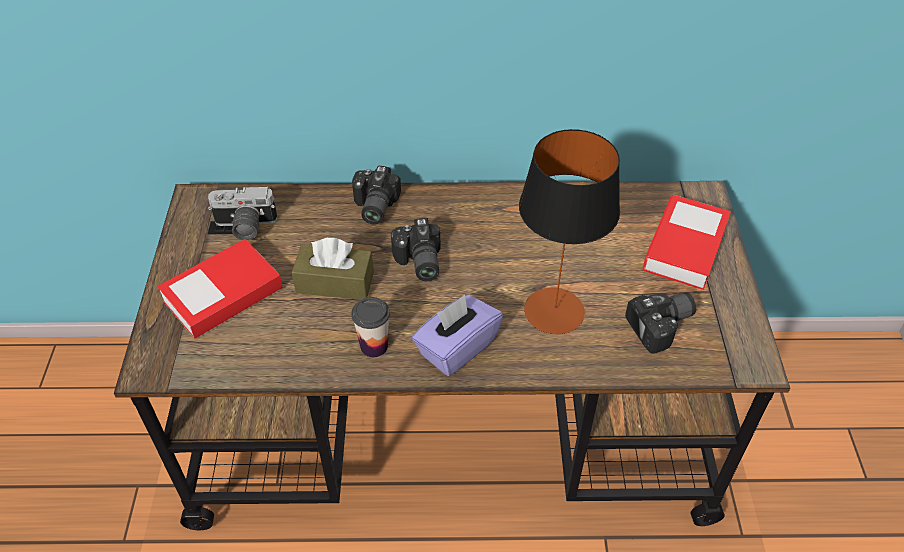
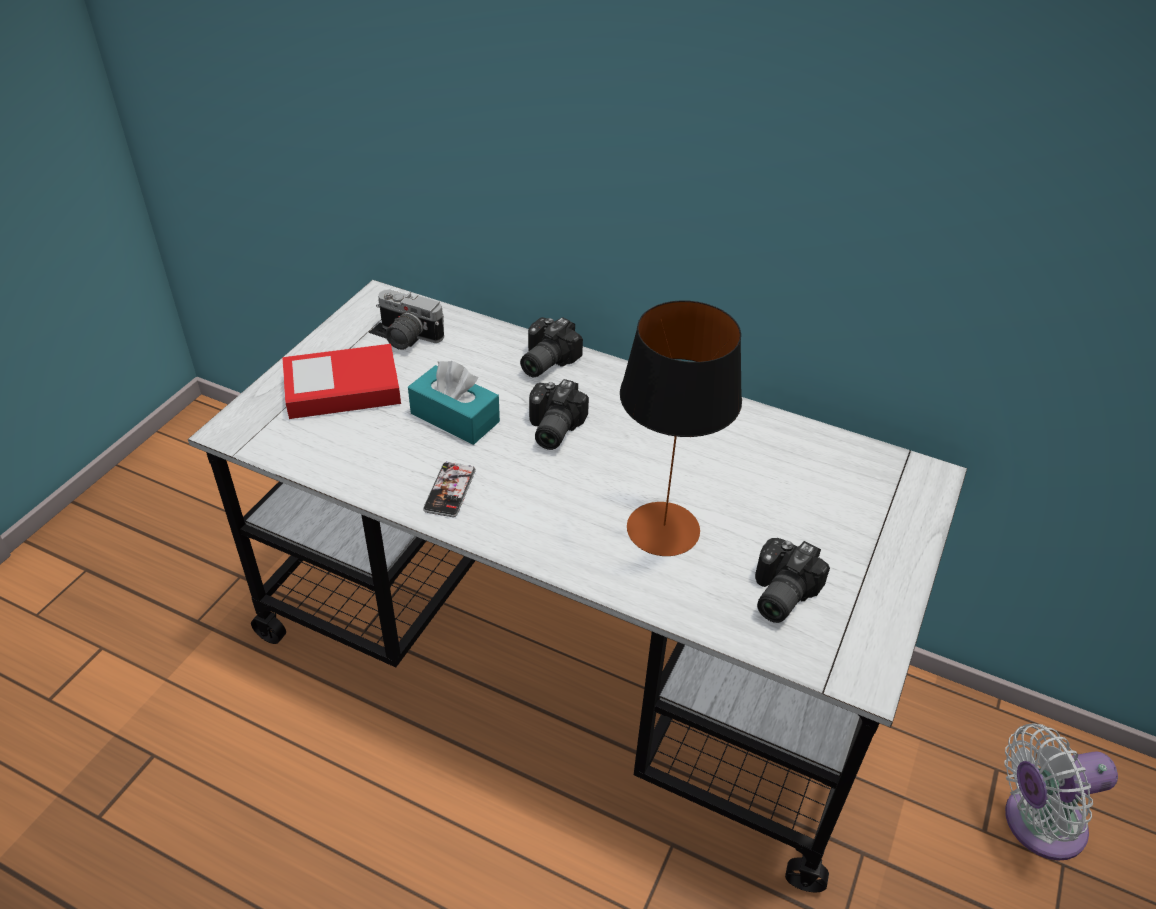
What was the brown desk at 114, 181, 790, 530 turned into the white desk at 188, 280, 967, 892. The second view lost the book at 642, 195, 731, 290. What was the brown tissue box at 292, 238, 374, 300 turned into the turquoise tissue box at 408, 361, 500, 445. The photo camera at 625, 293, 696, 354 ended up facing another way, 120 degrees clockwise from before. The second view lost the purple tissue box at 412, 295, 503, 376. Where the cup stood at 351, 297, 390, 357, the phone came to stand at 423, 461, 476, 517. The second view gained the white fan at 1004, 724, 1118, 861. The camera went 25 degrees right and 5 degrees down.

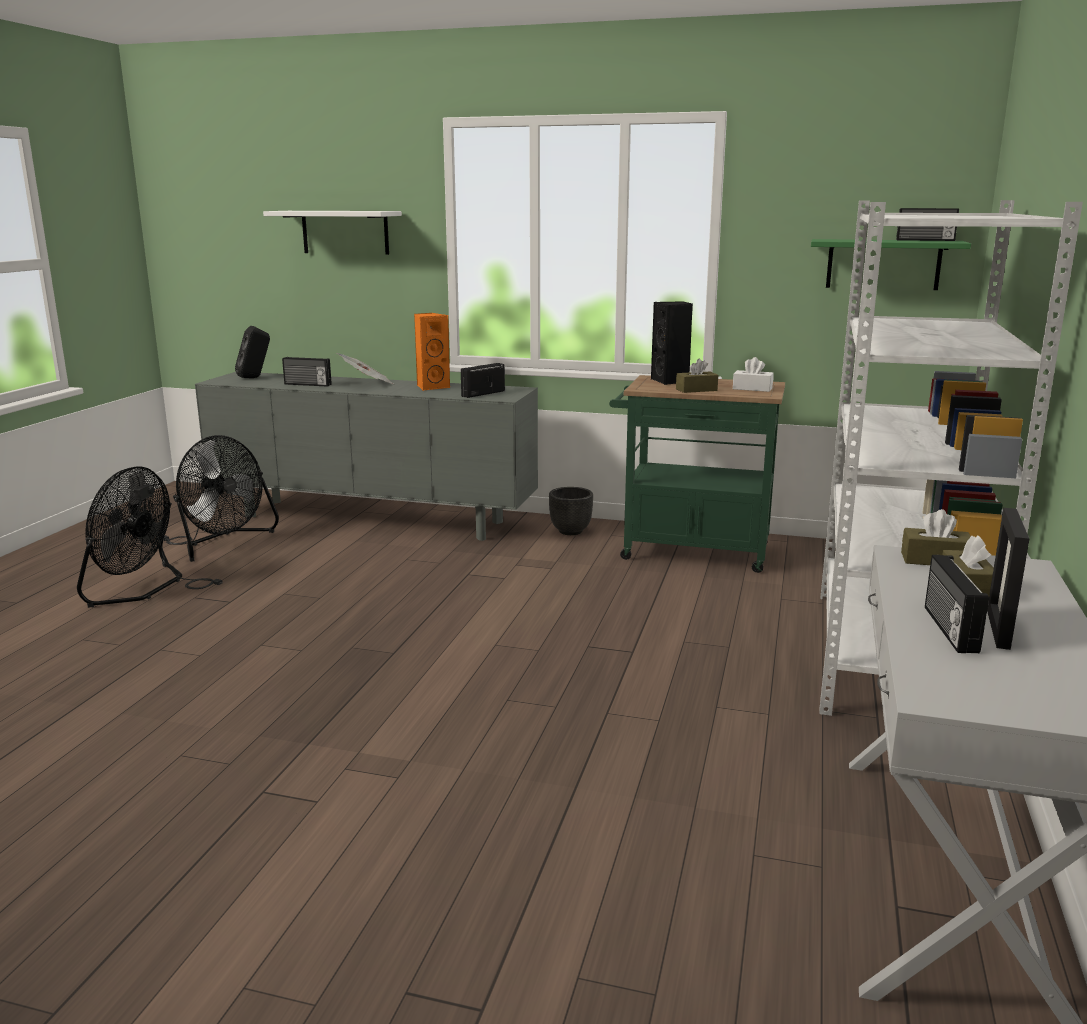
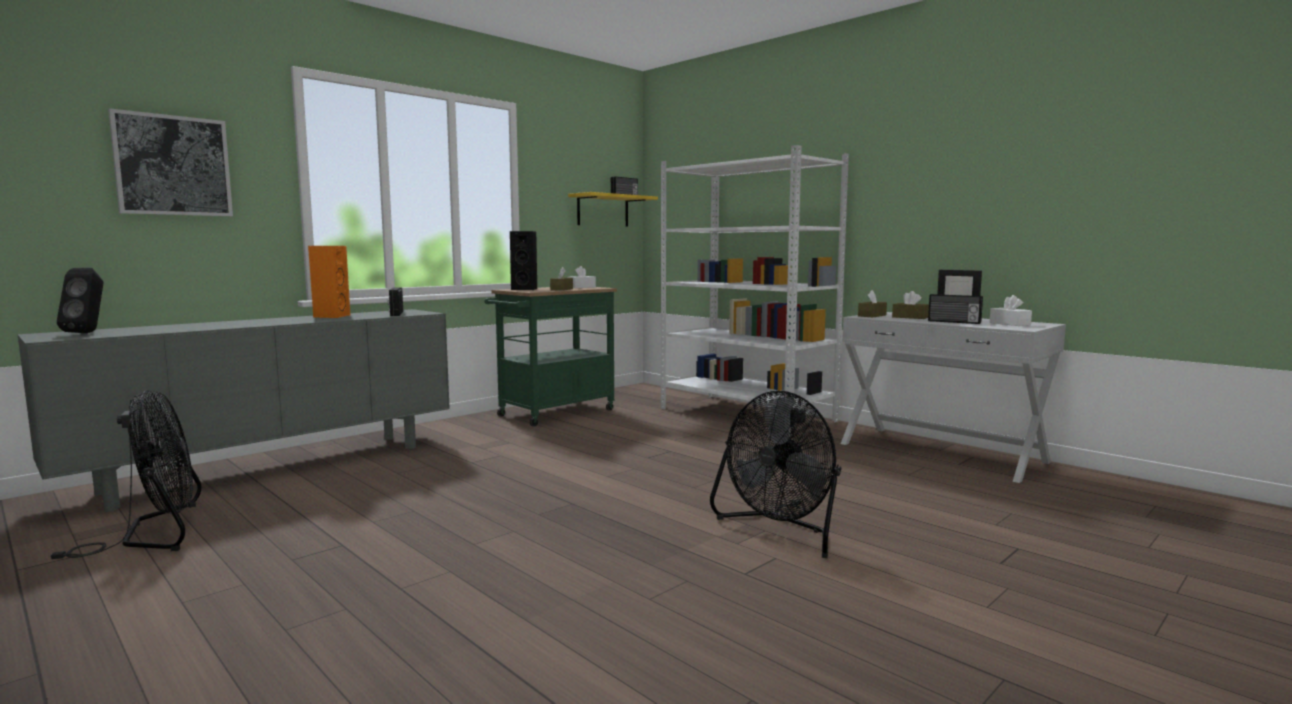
Where the white shelf hung at 263, 211, 402, 255, the picture came to hang at 108, 108, 233, 216. What was the green shelf at 811, 239, 971, 290 turned into the yellow shelf at 568, 192, 658, 227. The second view lost the newspaper at 337, 353, 393, 384. The second view lost the radio at 282, 357, 332, 387. The black fan ended up elsewhere, having gone from 77, 466, 223, 608 to 710, 391, 842, 558. The second view lost the black planter at 549, 487, 593, 535. The second view gained the white tissue box at 990, 295, 1032, 326. The camera went 60 degrees left and 10 degrees down.

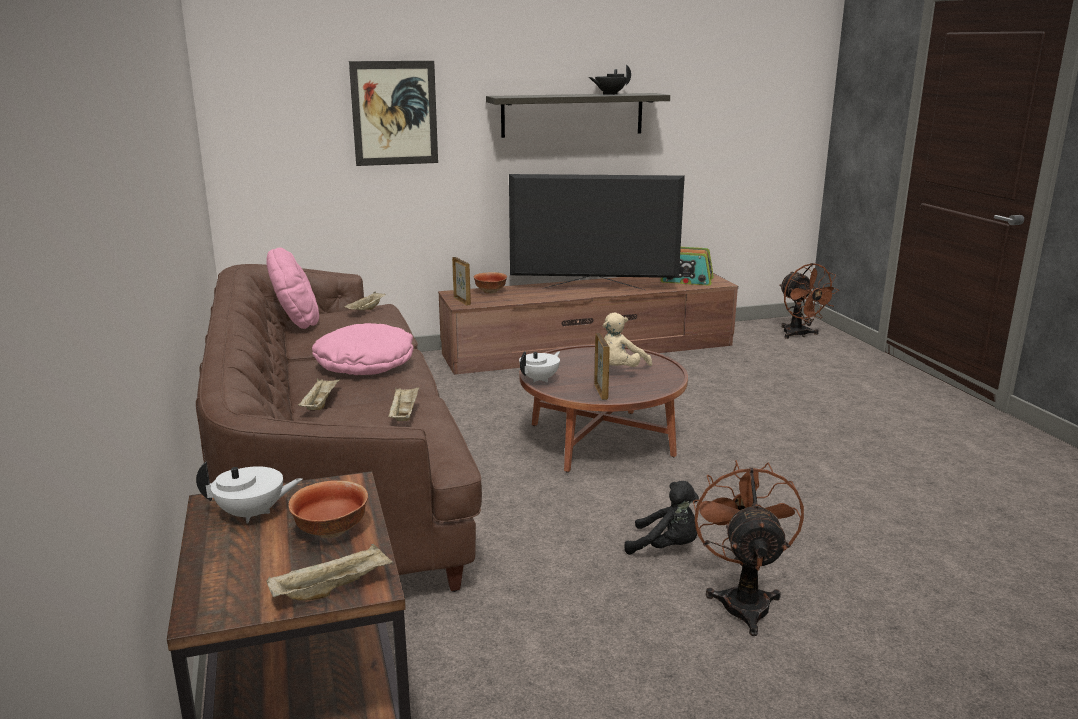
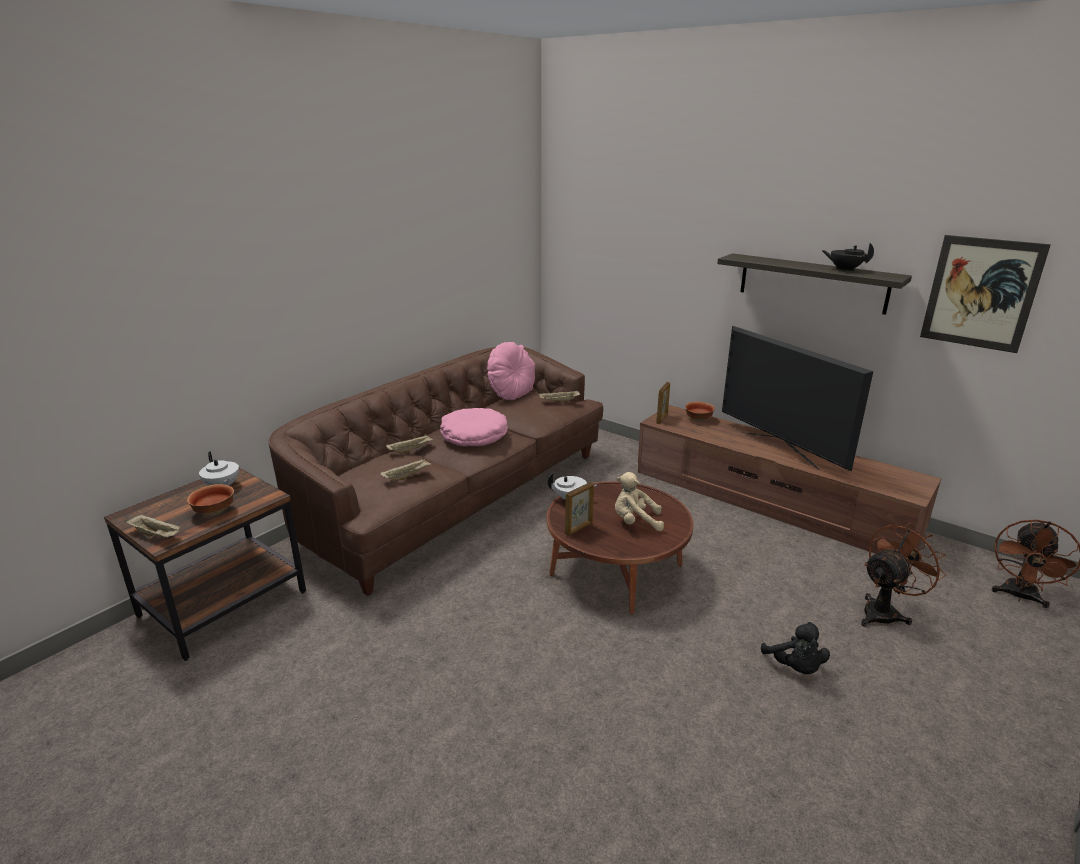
The picture ended up elsewhere, having gone from 349, 61, 438, 166 to 920, 235, 1051, 353. The second view lost the radio at 661, 247, 714, 286. The brown fan ended up elsewhere, having gone from 693, 460, 804, 636 to 861, 523, 946, 627. The black plush toy ended up elsewhere, having gone from 625, 481, 699, 555 to 761, 622, 830, 674. The camera went 55 degrees right and 5 degrees up.

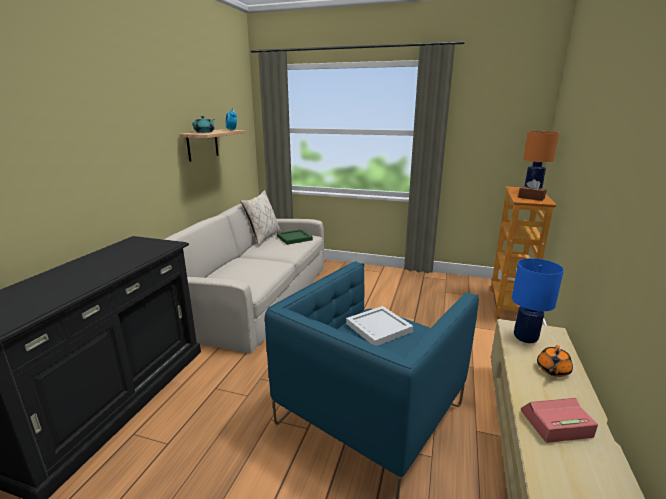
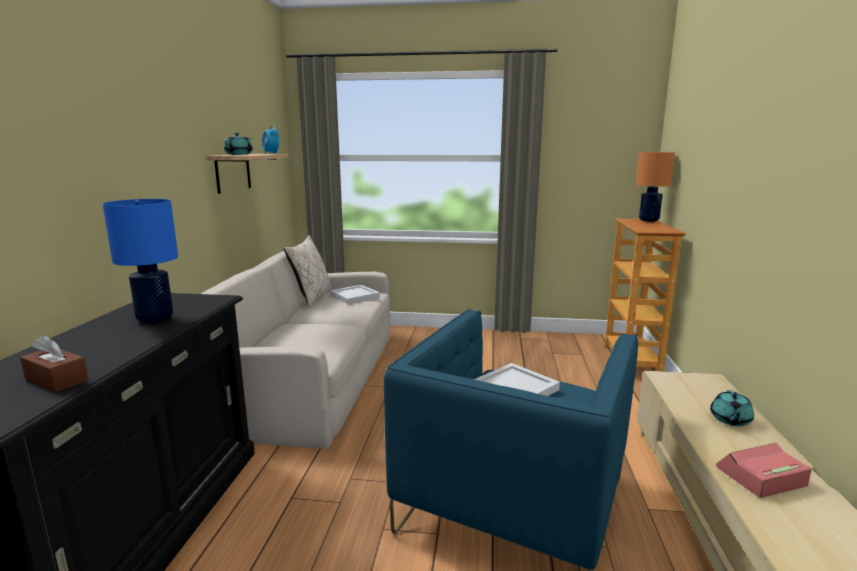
The brown tissue box ended up elsewhere, having gone from 518, 179, 547, 201 to 20, 334, 88, 392. What was the green tray at 277, 229, 313, 245 turned into the white tray at 330, 285, 380, 304. The blue table lamp ended up elsewhere, having gone from 512, 258, 564, 343 to 102, 199, 178, 323. What was the orange teapot at 537, 345, 573, 377 turned into the turquoise teapot at 710, 390, 754, 426. The camera went 10 degrees left and 5 degrees down.

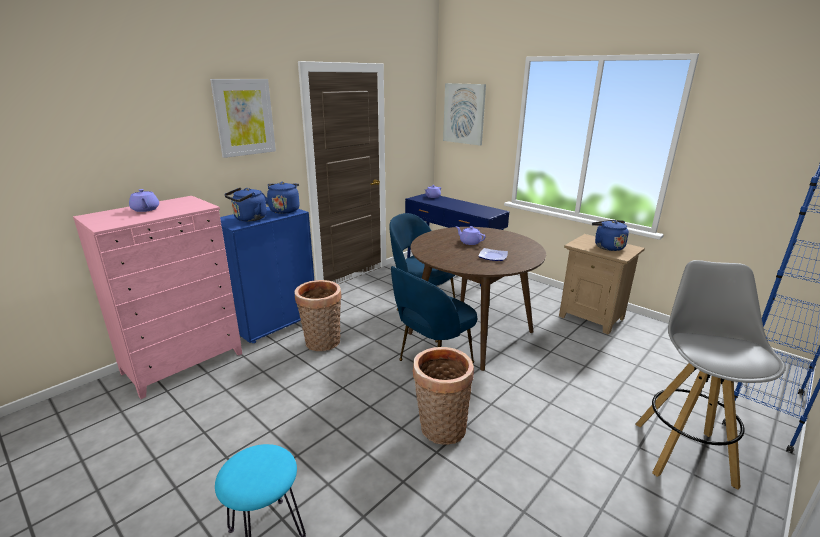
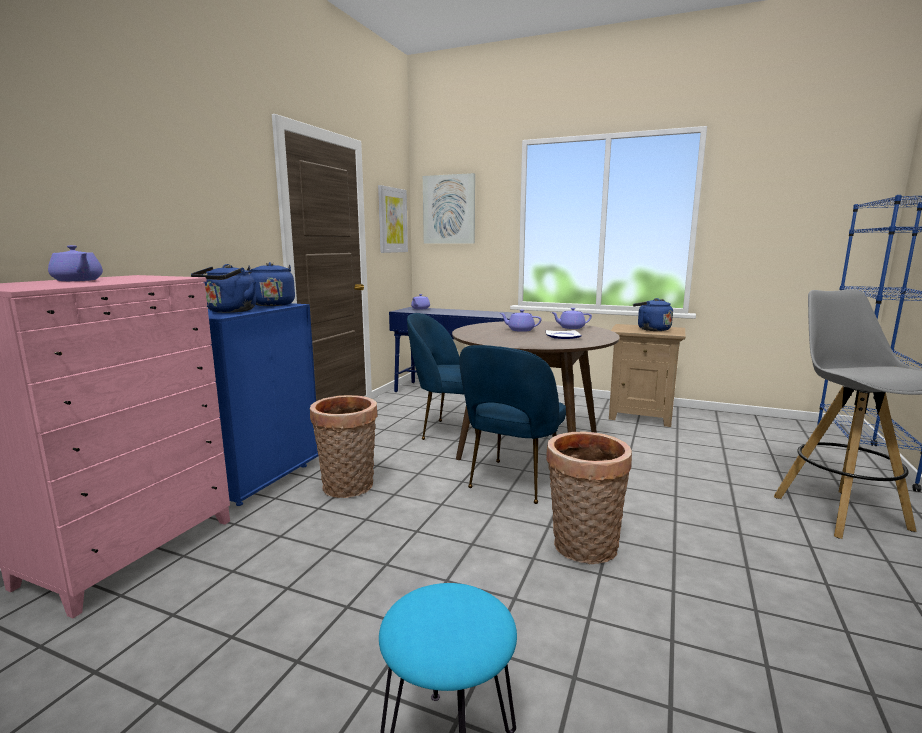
The picture ended up elsewhere, having gone from 210, 79, 276, 158 to 378, 185, 408, 253. The second view gained the purple teapot at 551, 308, 592, 329. The camera went 20 degrees left and 10 degrees down.

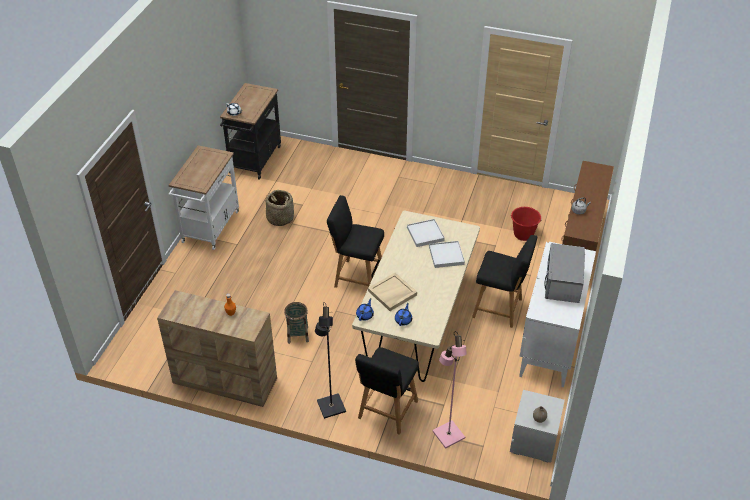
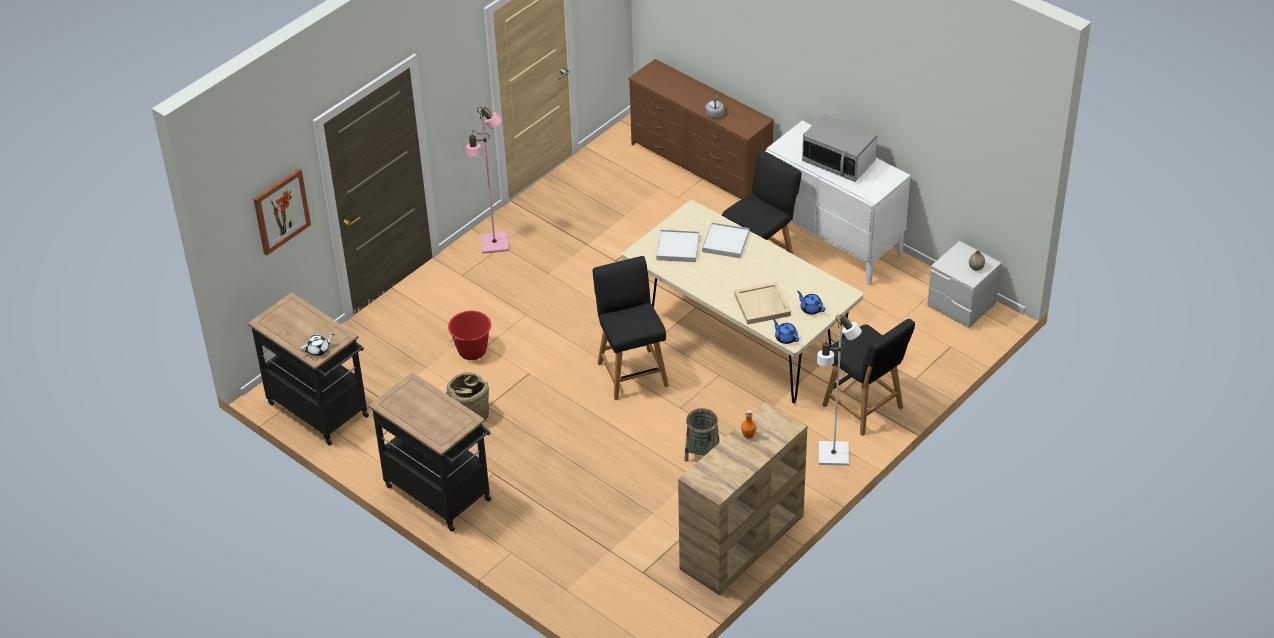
What was the white cart at 169, 145, 239, 250 turned into the black cart at 369, 372, 491, 532. The black chair at 327, 195, 384, 288 ended up facing another way, 120 degrees clockwise from before. The red bucket ended up elsewhere, having gone from 511, 207, 541, 241 to 448, 311, 491, 360. What was the black floor lamp at 315, 302, 346, 419 turned into the white floor lamp at 817, 315, 862, 466. The pink floor lamp ended up elsewhere, having gone from 432, 331, 467, 449 to 466, 107, 509, 254. The second view gained the picture at 253, 168, 311, 255. The camera went 65 degrees left and 0 degrees up.

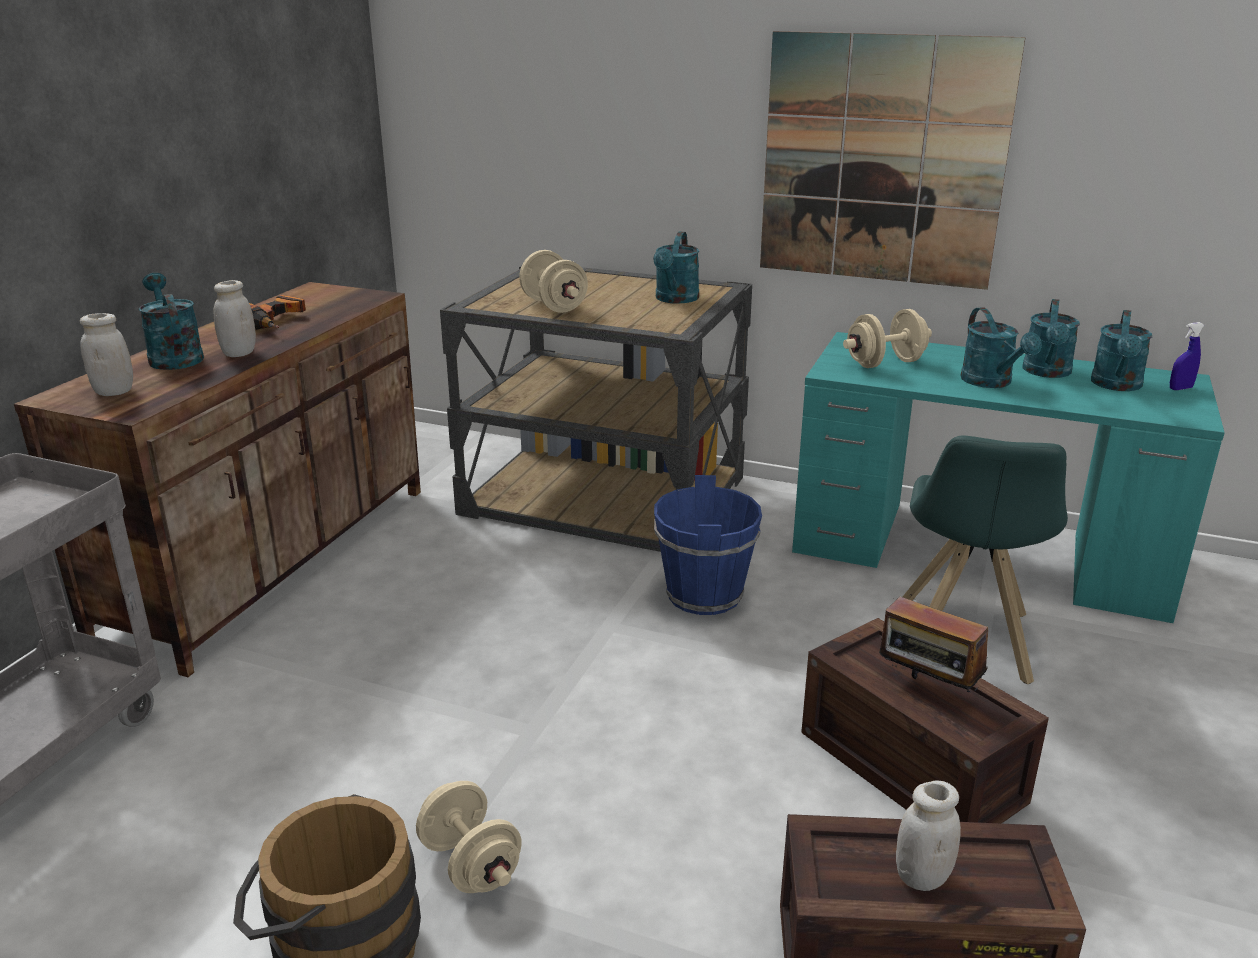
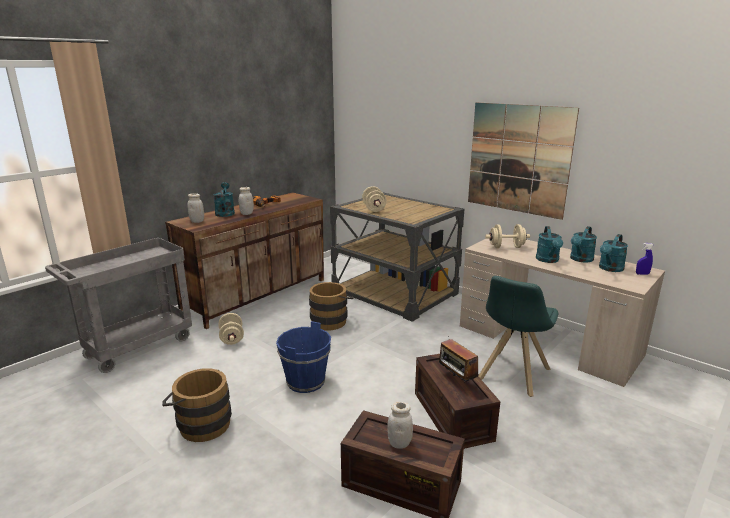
The second view lost the turquoise watering can at 653, 231, 699, 304. What was the turquoise desk at 792, 332, 1225, 623 turned into the beige desk at 460, 234, 665, 387. The blue bucket ended up elsewhere, having gone from 654, 475, 762, 615 to 276, 321, 331, 393. The beige dumbbell ended up elsewhere, having gone from 416, 781, 522, 893 to 218, 313, 244, 345. The second view gained the brown bucket at 309, 282, 354, 331. The camera went 20 degrees right and 5 degrees down.

